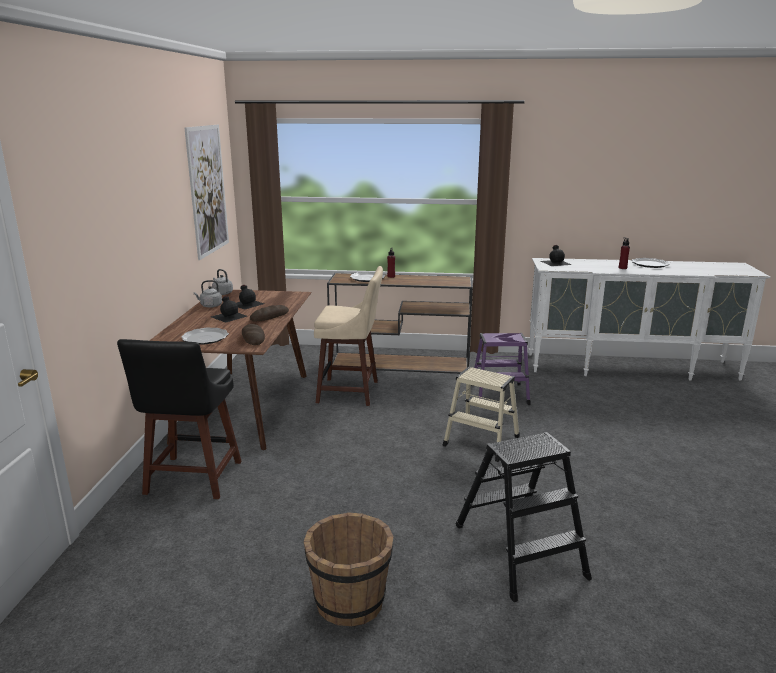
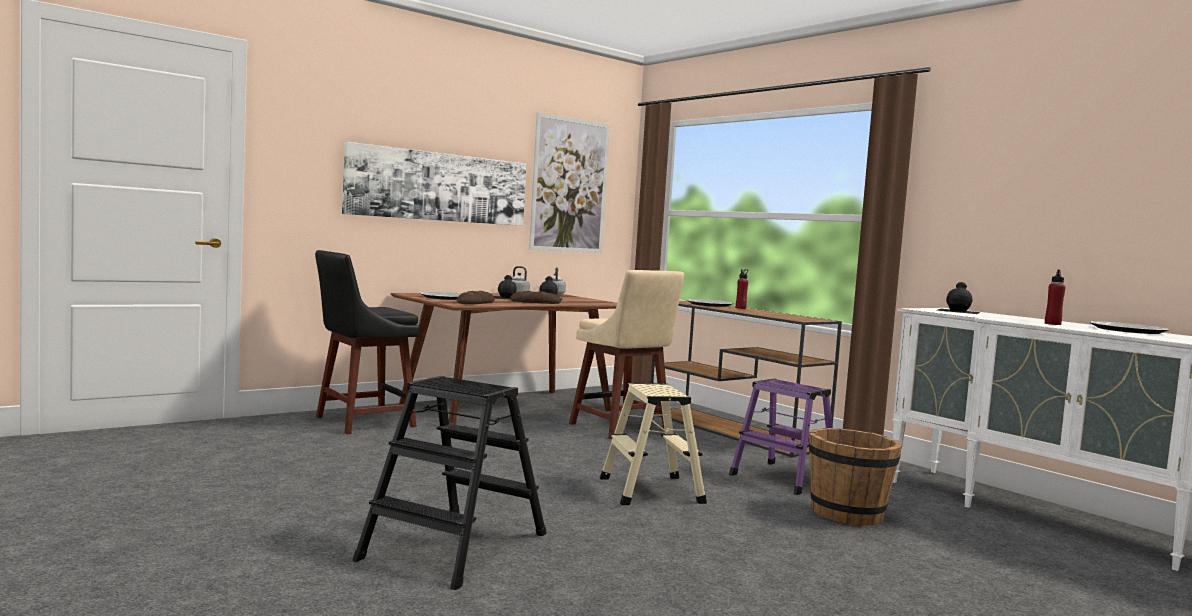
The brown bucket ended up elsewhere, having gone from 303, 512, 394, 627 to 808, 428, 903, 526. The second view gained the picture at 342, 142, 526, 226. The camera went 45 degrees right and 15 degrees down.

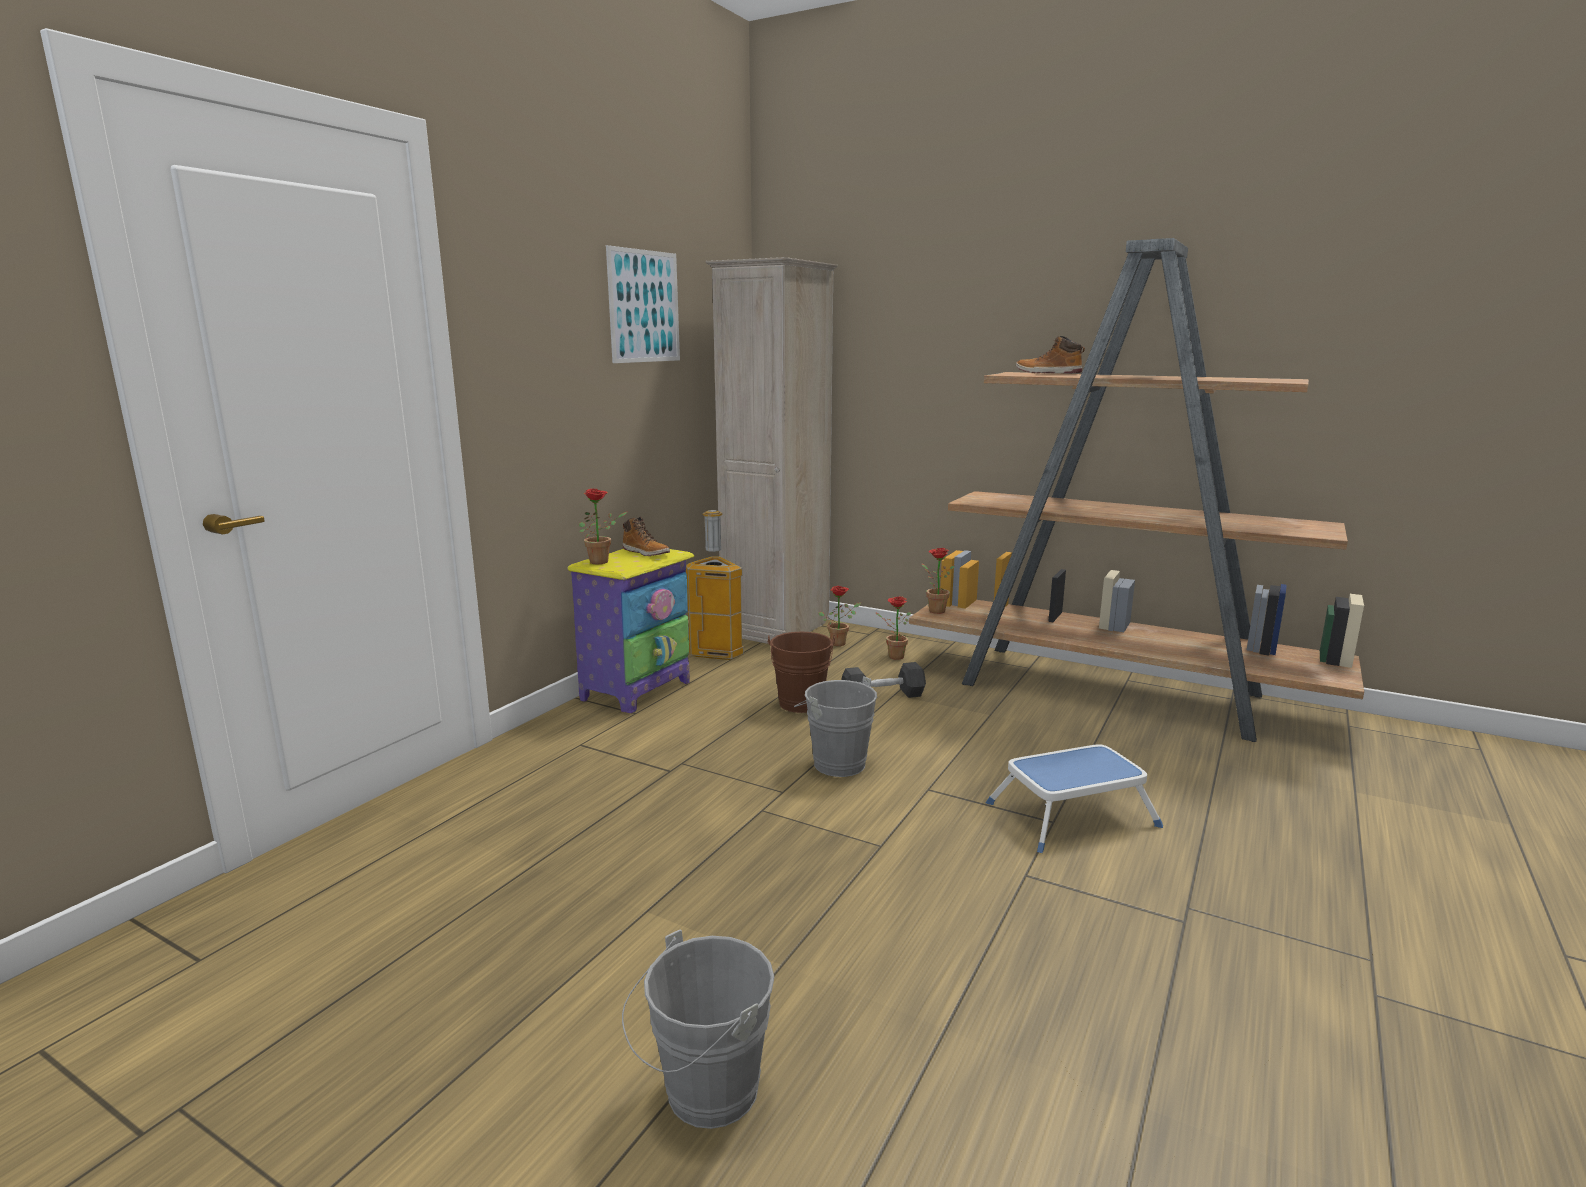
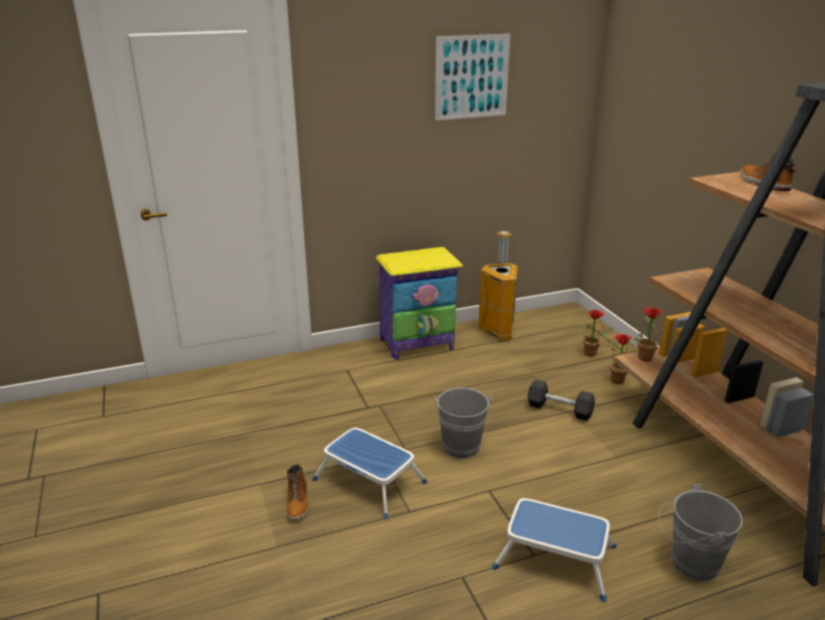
The second view lost the beige cabinet at 705, 257, 838, 644. The second view lost the potted plant at 579, 488, 627, 564. The boot ended up elsewhere, having gone from 623, 517, 670, 556 to 287, 464, 310, 520. The second view lost the brown bucket at 768, 632, 835, 713. The grey bucket ended up elsewhere, having gone from 622, 929, 774, 1129 to 659, 484, 743, 582. The second view gained the blue step ladder at 312, 428, 428, 520. The camera went 40 degrees right and 10 degrees up.

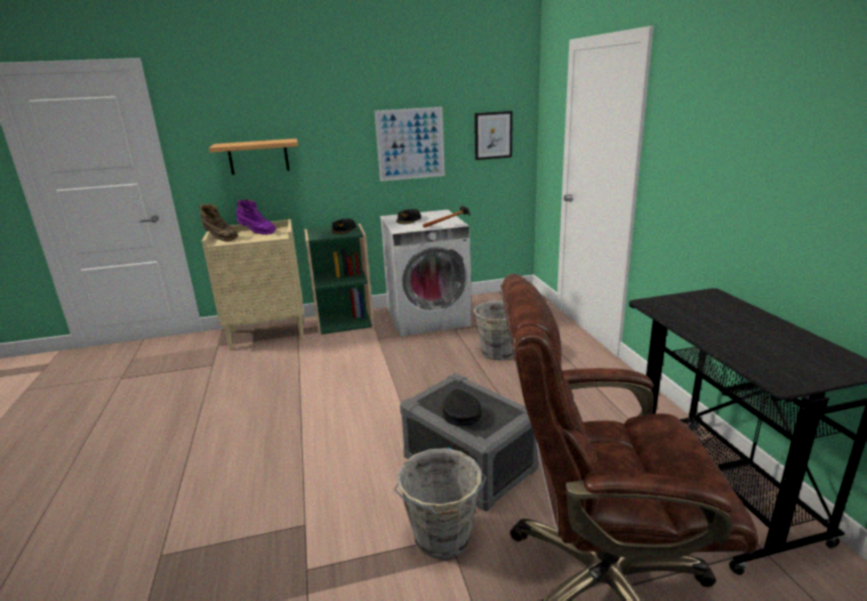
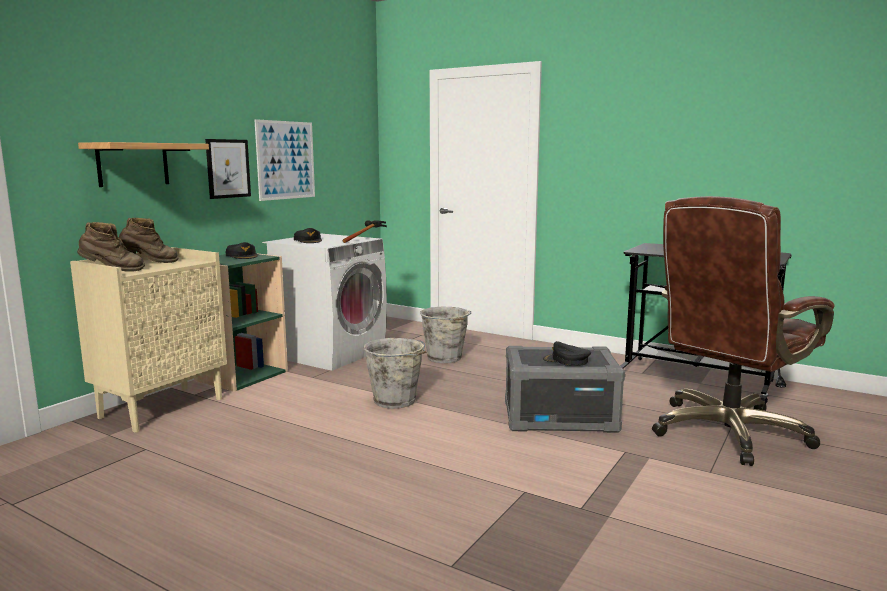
The picture ended up elsewhere, having gone from 475, 111, 513, 160 to 205, 139, 251, 199. What was the purple boot at 236, 199, 276, 235 turned into the brown boot at 119, 218, 179, 263. The grey bucket ended up elsewhere, having gone from 394, 448, 486, 559 to 364, 338, 426, 409. The camera went 45 degrees left and 10 degrees down.

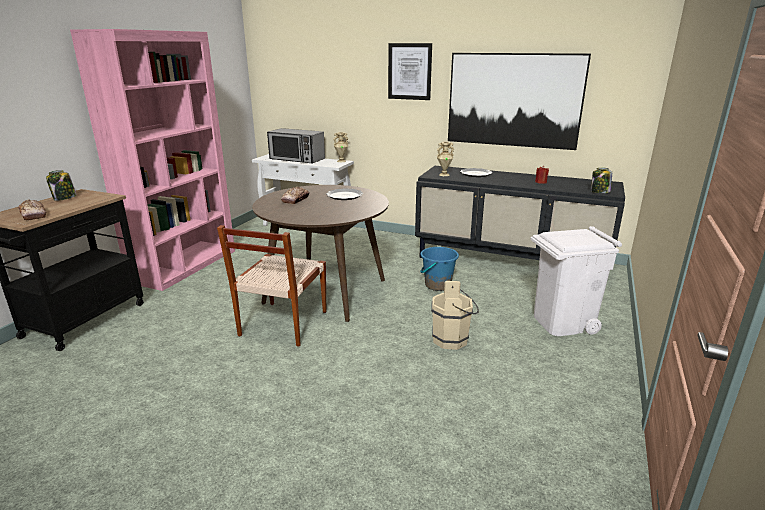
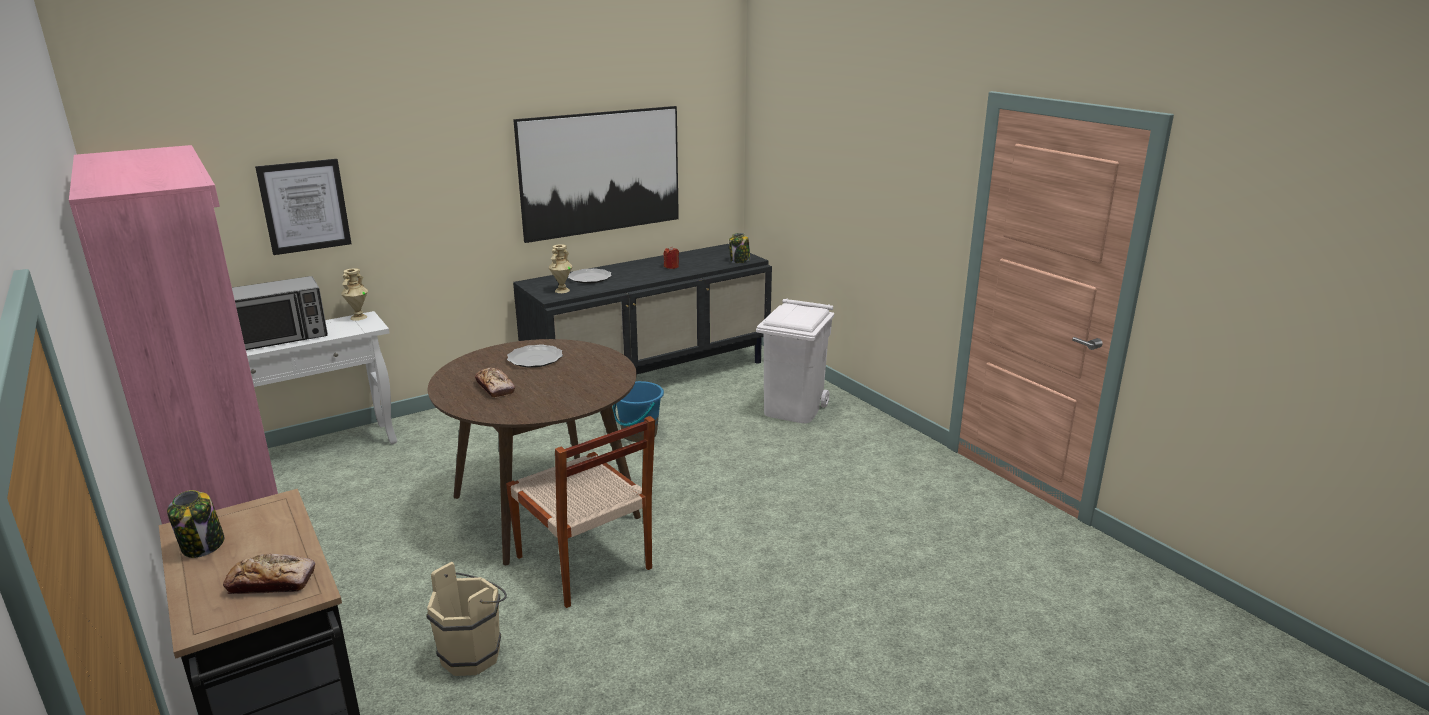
The picture ended up elsewhere, having gone from 388, 43, 432, 100 to 255, 159, 352, 255. The beige bucket ended up elsewhere, having gone from 431, 281, 479, 350 to 427, 562, 507, 676. The camera went 55 degrees left and 0 degrees up.

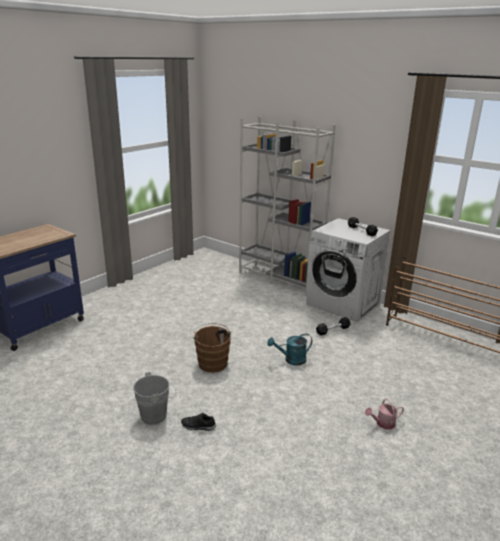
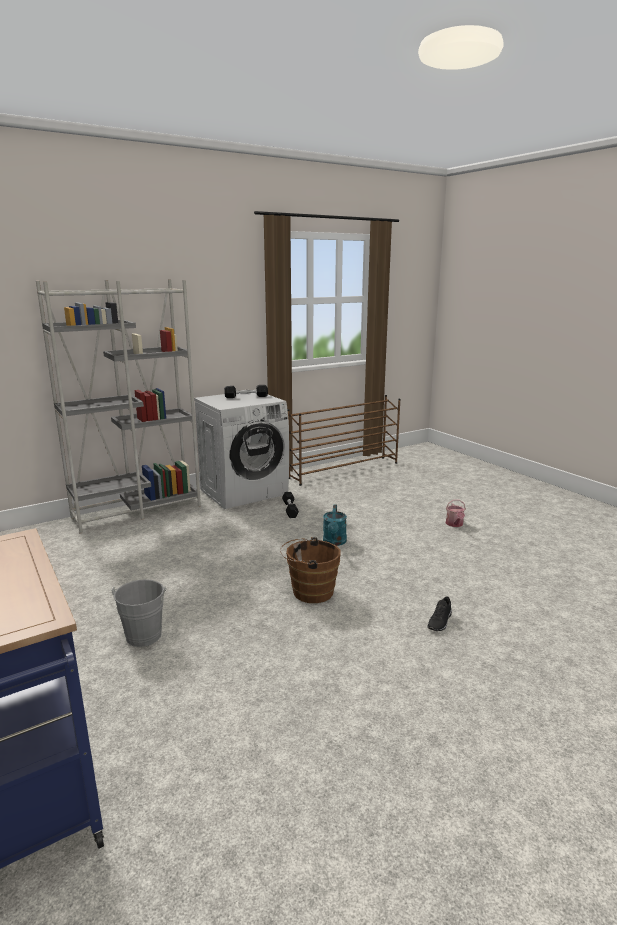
The grey bucket ended up elsewhere, having gone from 133, 372, 176, 425 to 112, 579, 167, 647. The camera went 70 degrees left and 5 degrees down.

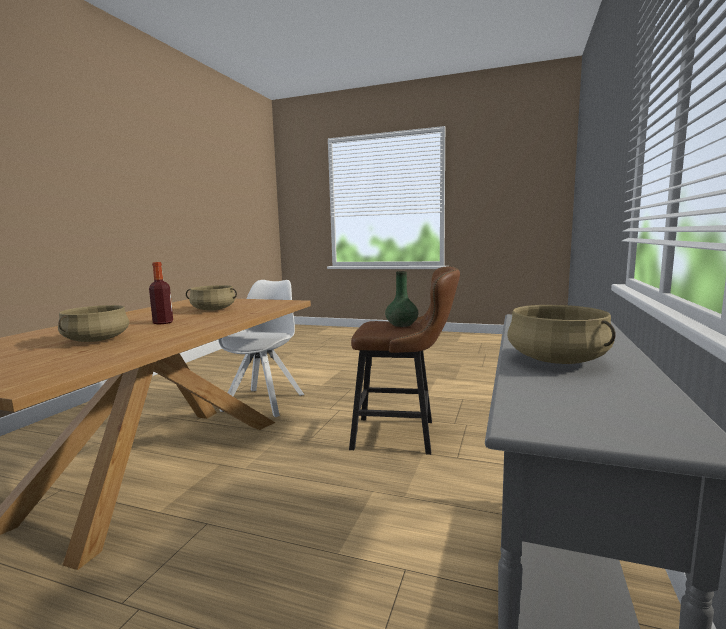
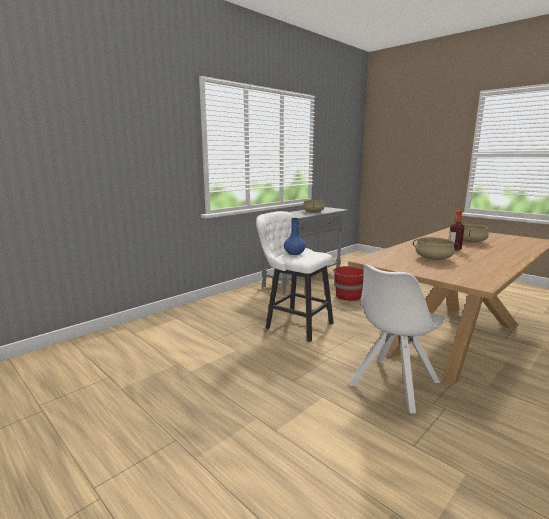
What was the brown stool at 349, 266, 460, 455 turned into the white stool at 256, 211, 334, 342. What was the green vase at 385, 271, 418, 327 turned into the blue vase at 284, 218, 306, 255. The second view gained the red bucket at 333, 266, 364, 301. The camera went 155 degrees left and 5 degrees up.

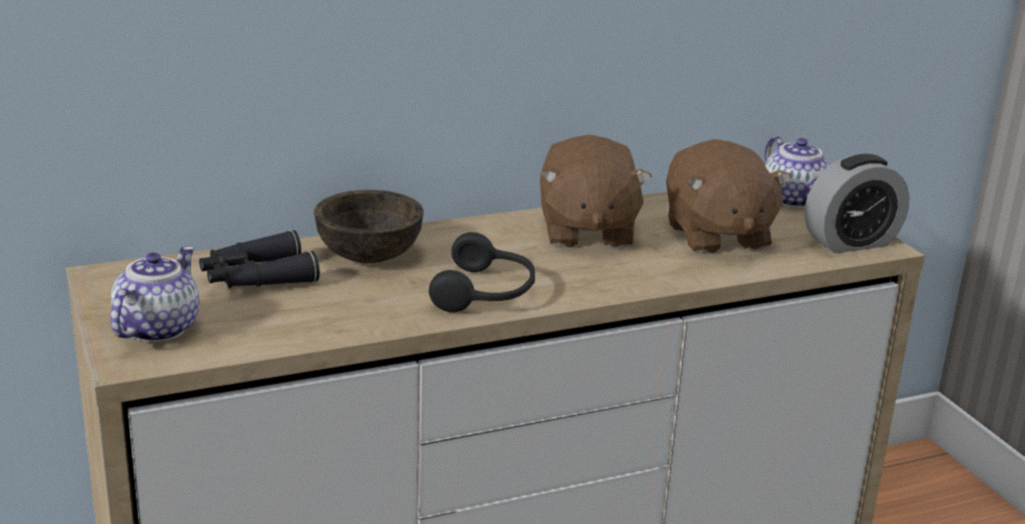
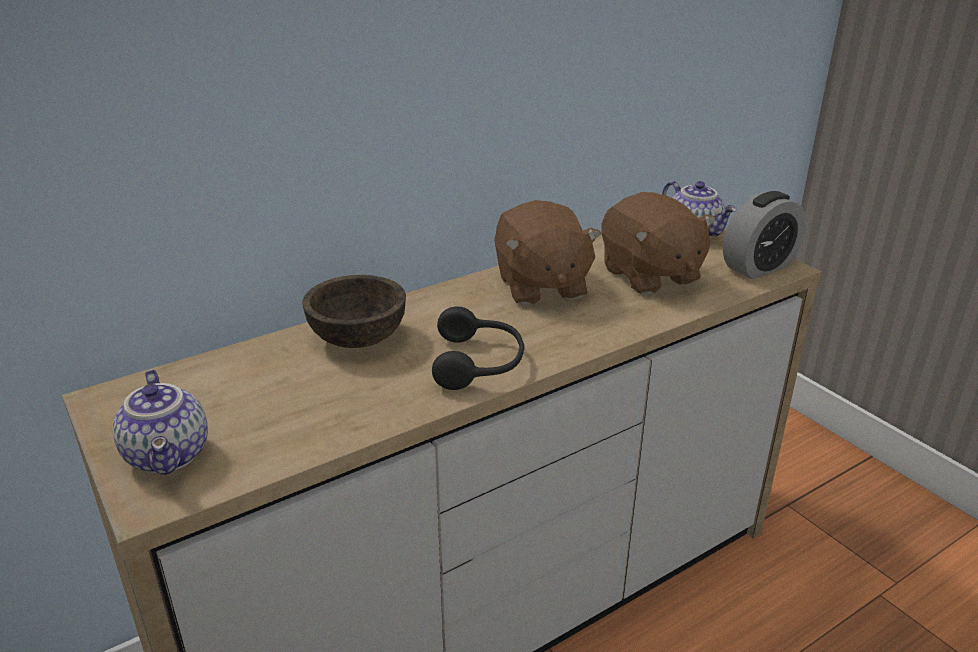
The second view lost the black binoculars at 199, 230, 320, 288. The teapot at 110, 246, 199, 342 ended up facing another way, 150 degrees clockwise from before. The camera went 10 degrees left and 5 degrees up.

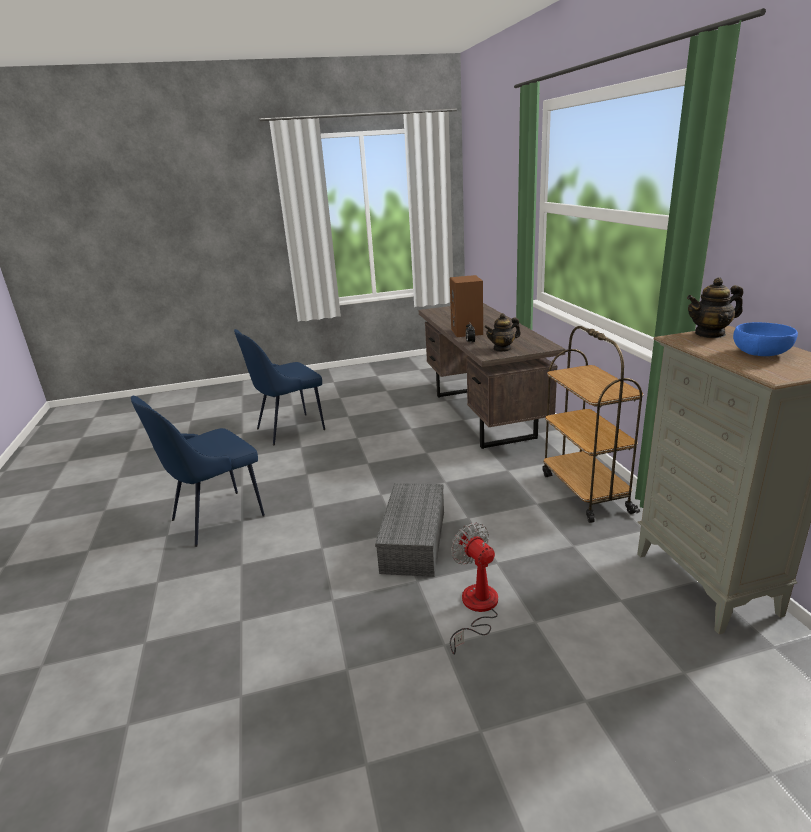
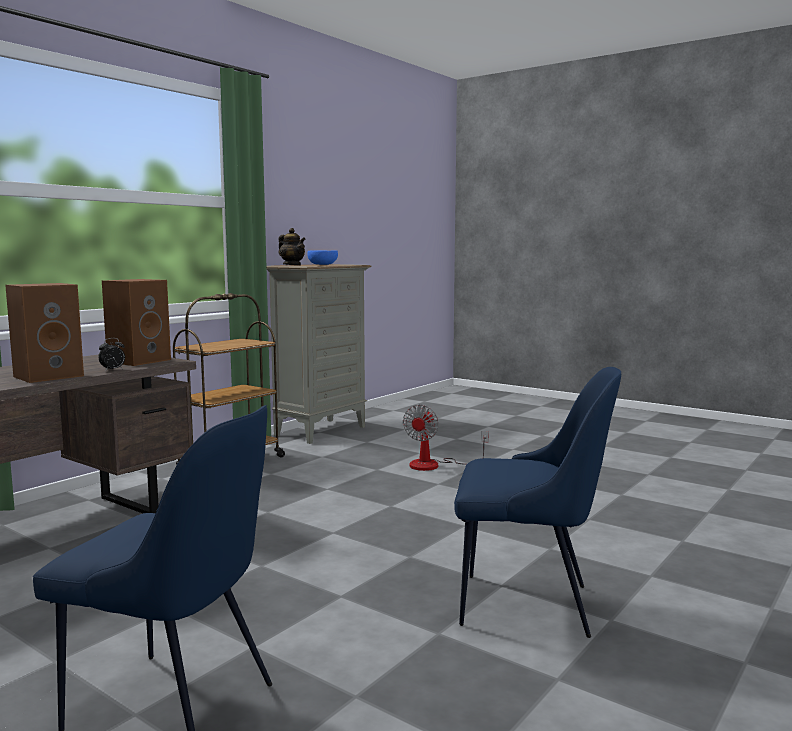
Where the teapot stood at 484, 313, 521, 352, the brown speaker came to stand at 102, 279, 171, 366. The second view lost the grey storage box at 375, 483, 444, 577. The camera went 130 degrees left and 15 degrees down.

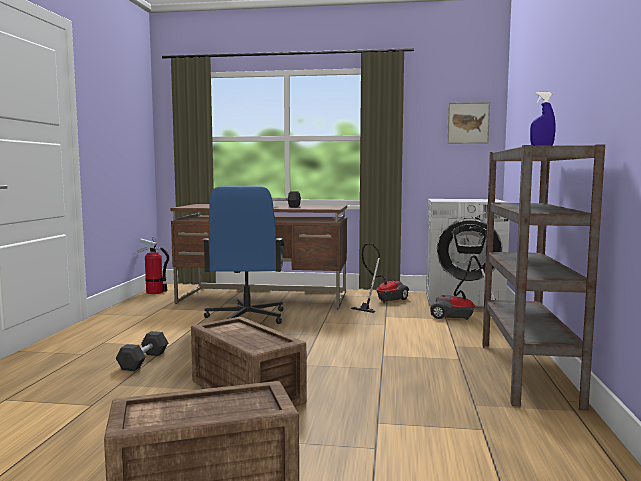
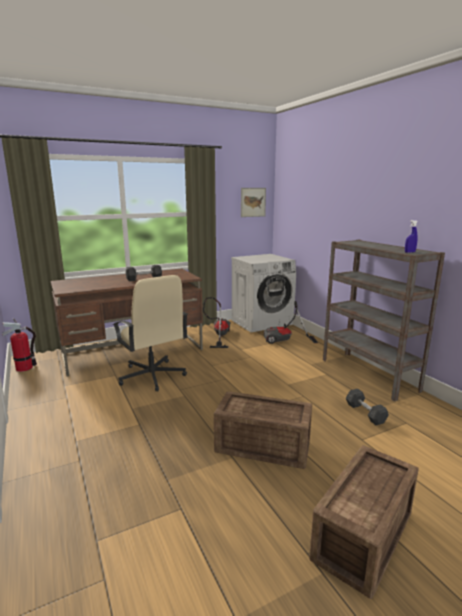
What was the blue office chair at 203, 186, 284, 324 turned into the beige office chair at 113, 275, 188, 391. The grey dumbbell ended up elsewhere, having gone from 116, 331, 168, 371 to 346, 389, 389, 425. The camera went 35 degrees left and 10 degrees up.

